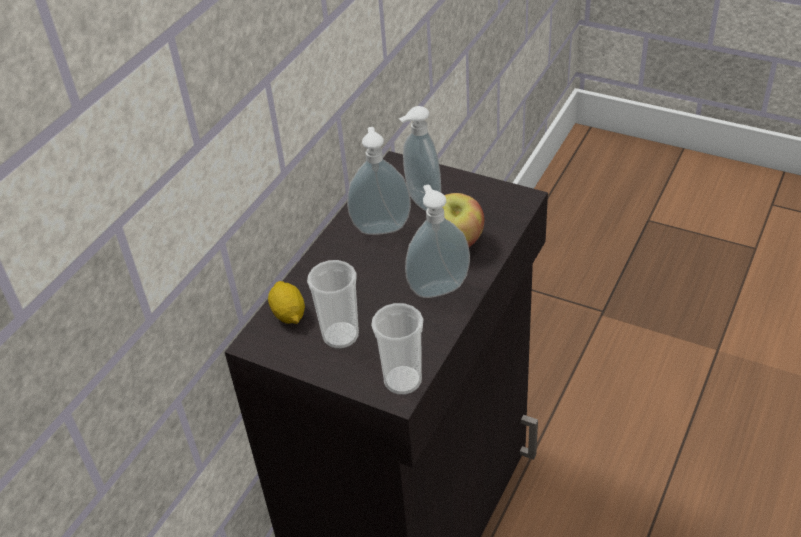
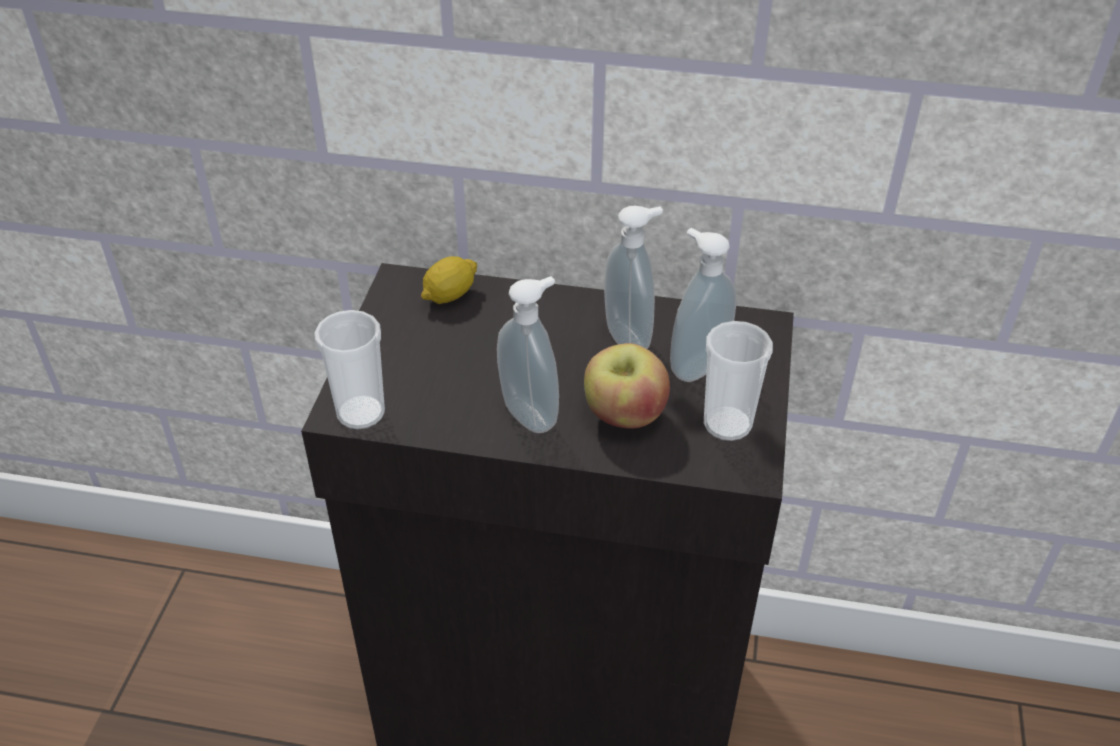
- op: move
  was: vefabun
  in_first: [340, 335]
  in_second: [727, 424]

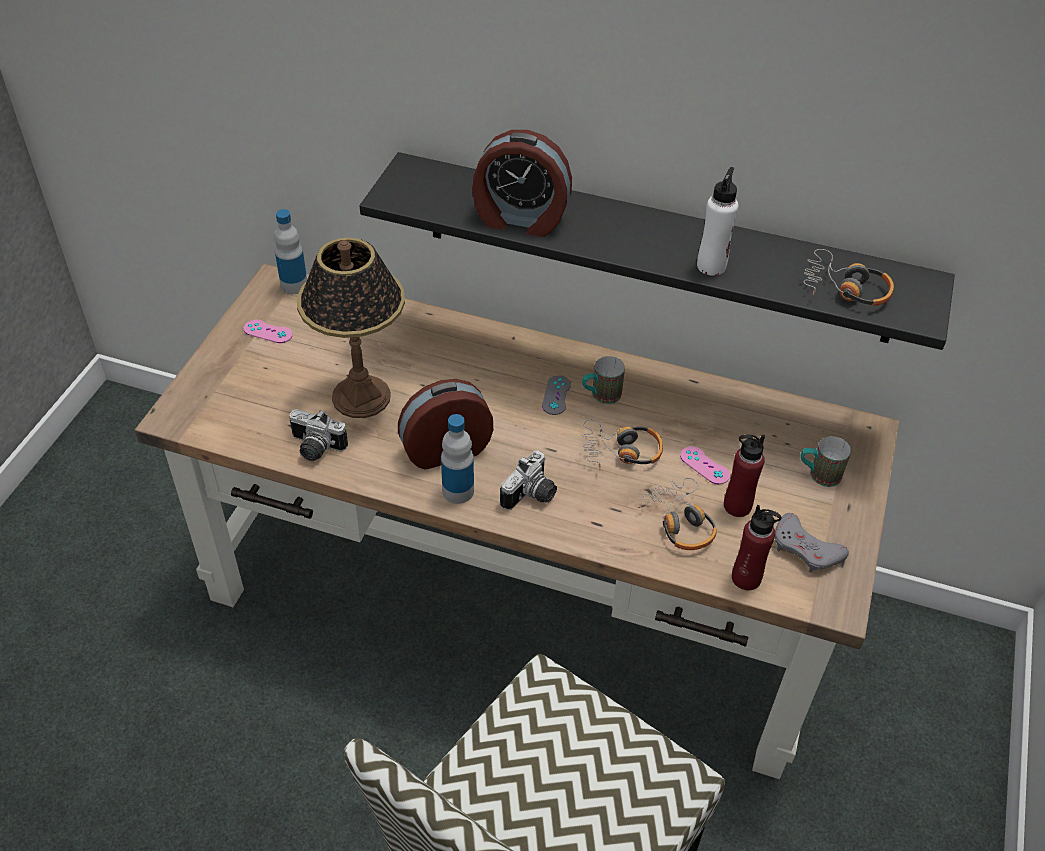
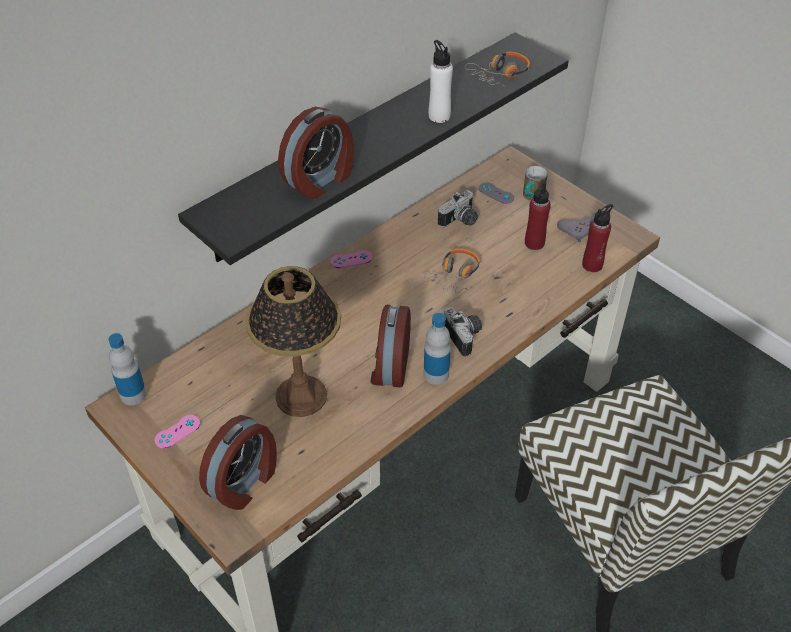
- op: delete
  was: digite
  in_first: [600, 396]
- op: delete
  was: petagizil
  in_first: [680, 521]
- op: insert
  now: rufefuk
  in_second: [244, 482]
- op: move
  was: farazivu
  in_first: [315, 448]
  in_second: [460, 221]
- op: move
  was: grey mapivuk
  in_first: [556, 395]
  in_second: [496, 193]
- op: move
  was: pink mapivuk
  in_first: [704, 465]
  in_second: [351, 259]

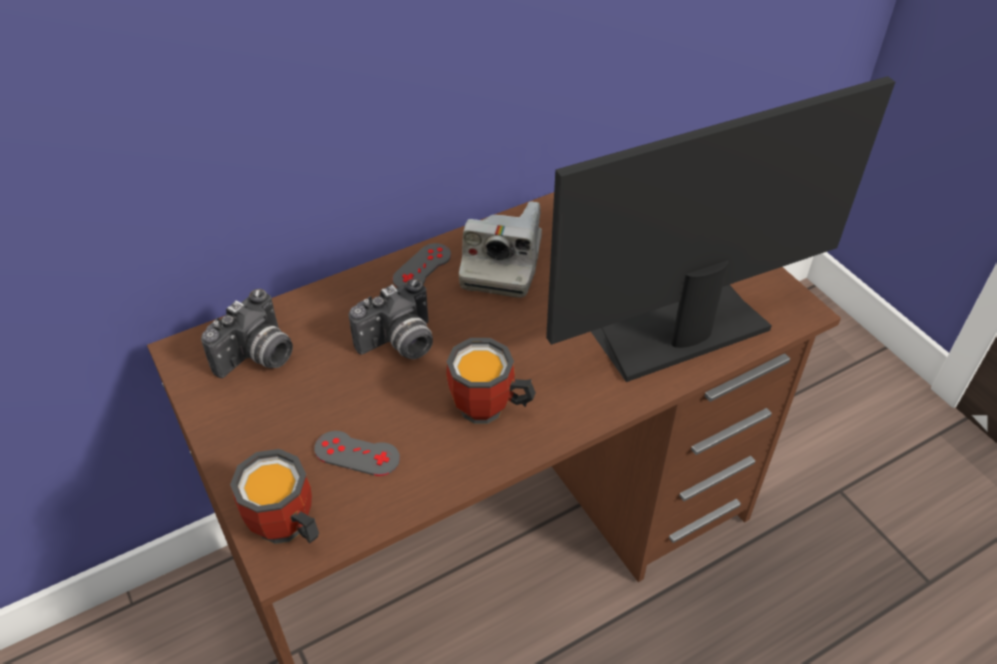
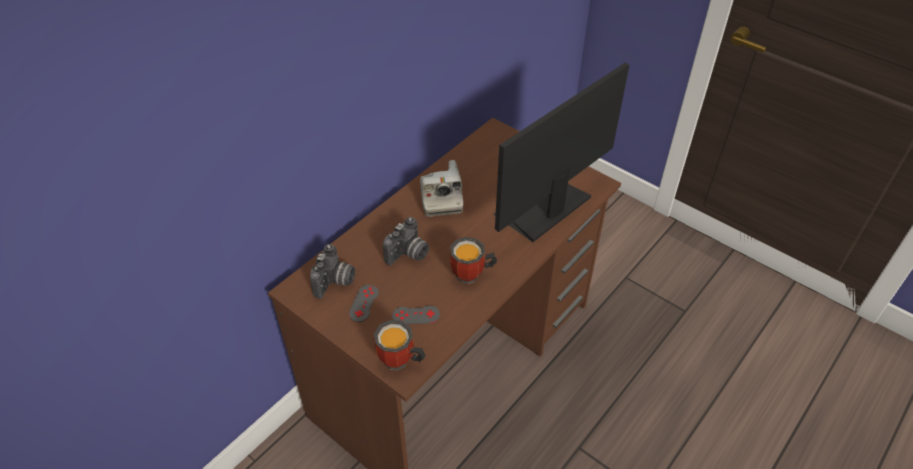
- op: move
  was: grey mapivuk
  in_first: [422, 267]
  in_second: [364, 303]

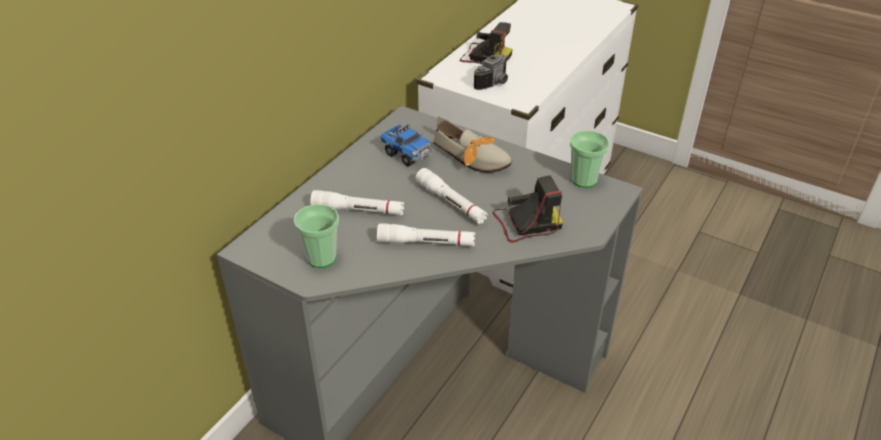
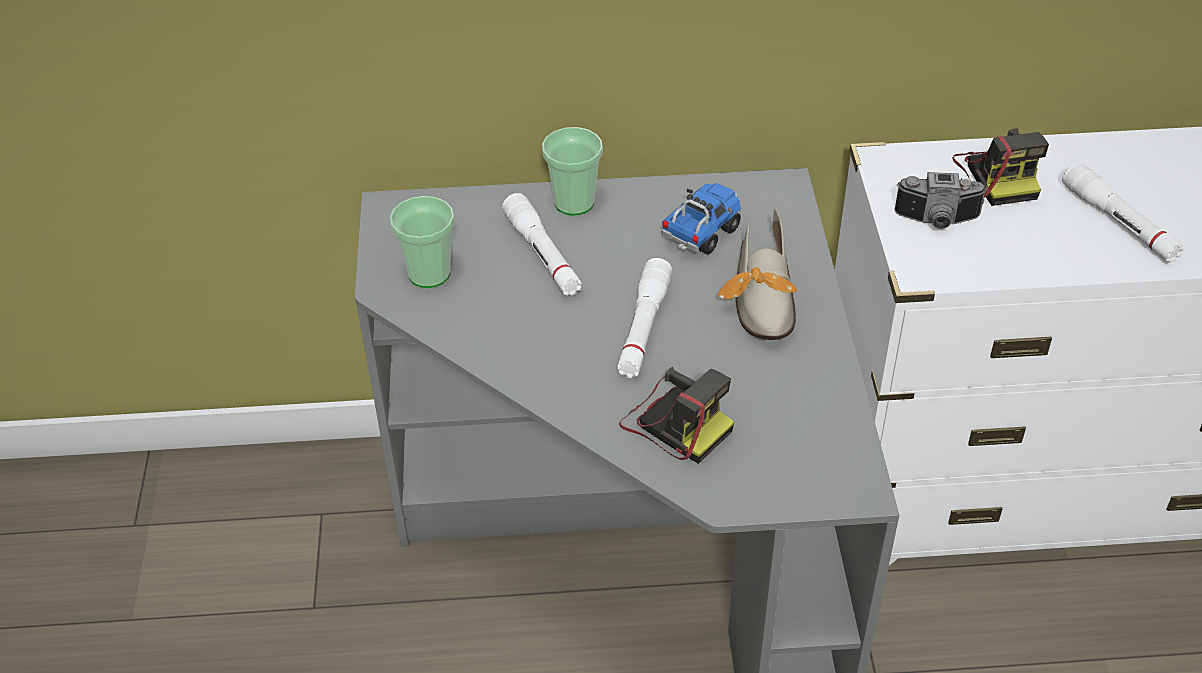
- op: move
  was: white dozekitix
  in_first: [426, 243]
  in_second: [1119, 223]
- op: move
  was: vefabun
  in_first: [584, 180]
  in_second: [574, 202]
- op: rotate
  was: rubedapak
  in_first: [407, 154]
  in_second: [702, 233]
  clockwise: -150

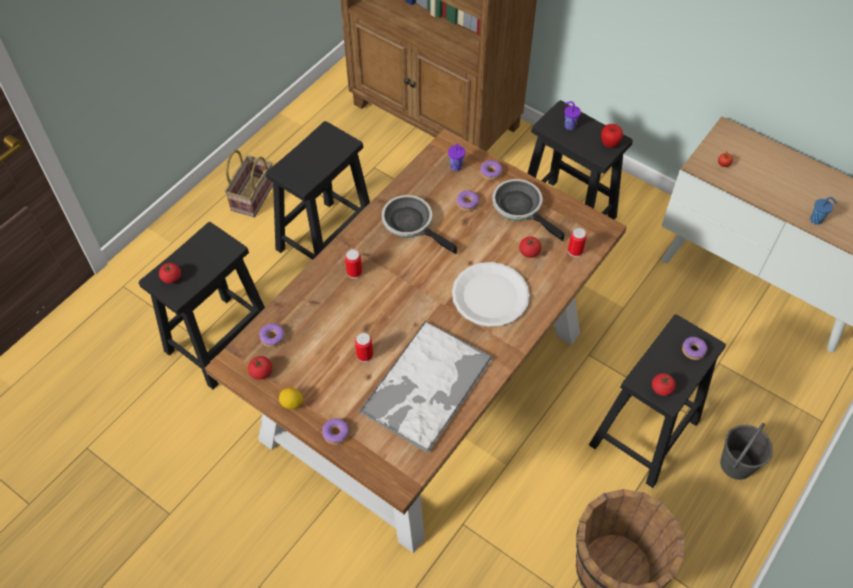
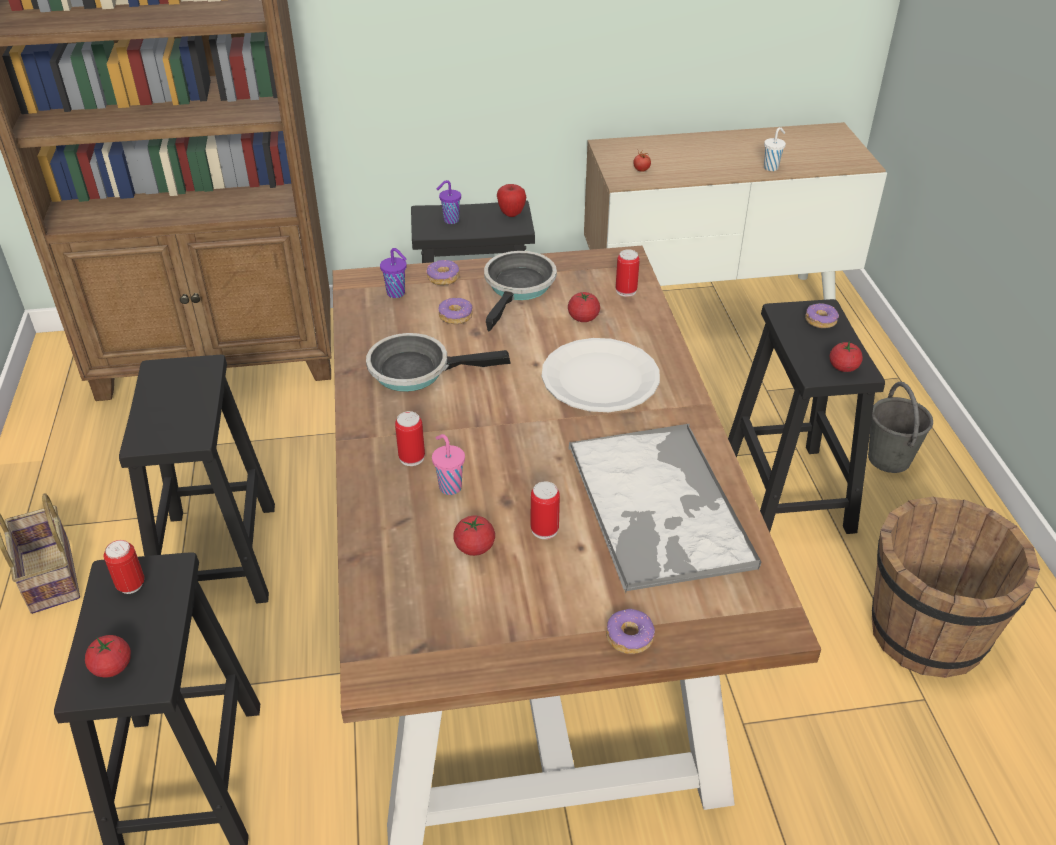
- op: delete
  was: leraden
  in_first: [273, 338]
- op: delete
  was: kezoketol
  in_first: [292, 403]
- op: insert
  now: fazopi
  in_second: [131, 585]
- op: insert
  now: pink vefabun
  in_second: [449, 486]
- op: move
  was: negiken
  in_first: [261, 372]
  in_second: [474, 547]
- op: recolor
  was: blue vefabun
  now: white vefabun
  in_first: [816, 220]
  in_second: [771, 168]
- op: rotate
  was: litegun
  in_first: [520, 208]
  in_second: [518, 288]
  clockwise: 105

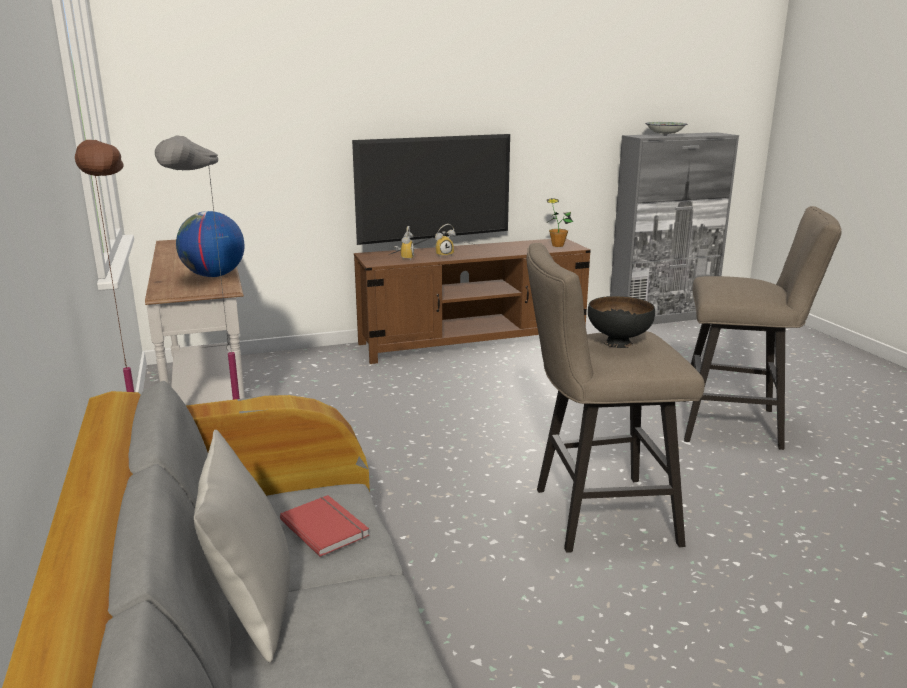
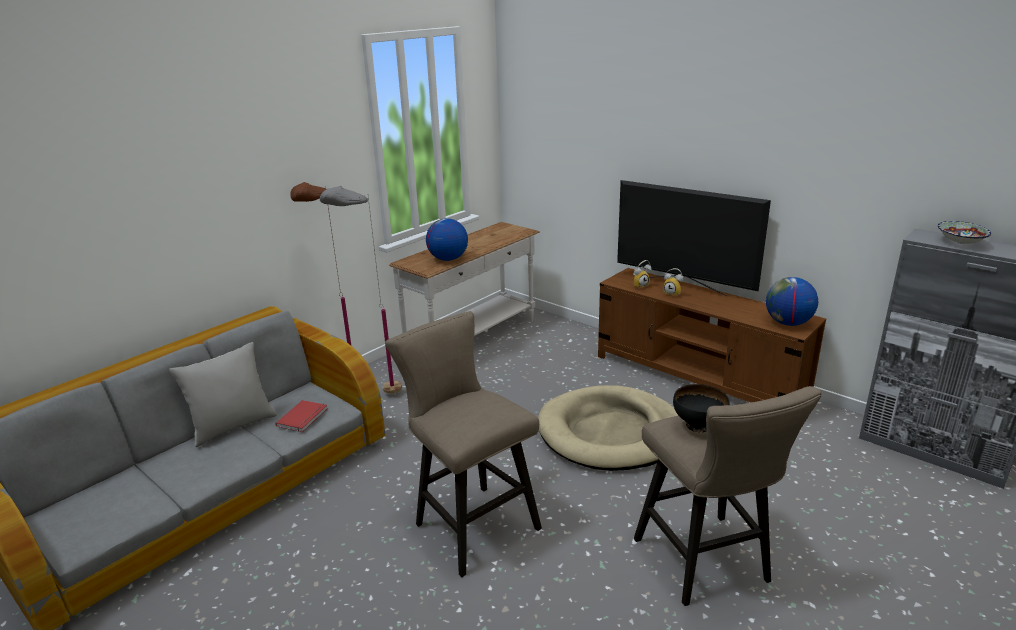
- op: insert
  now: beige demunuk
  in_second: [611, 433]
- op: move
  was: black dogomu
  in_first: [619, 343]
  in_second: [698, 426]
- op: replace
  was: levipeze
  now: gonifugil
  in_first: [557, 245]
  in_second: [788, 323]

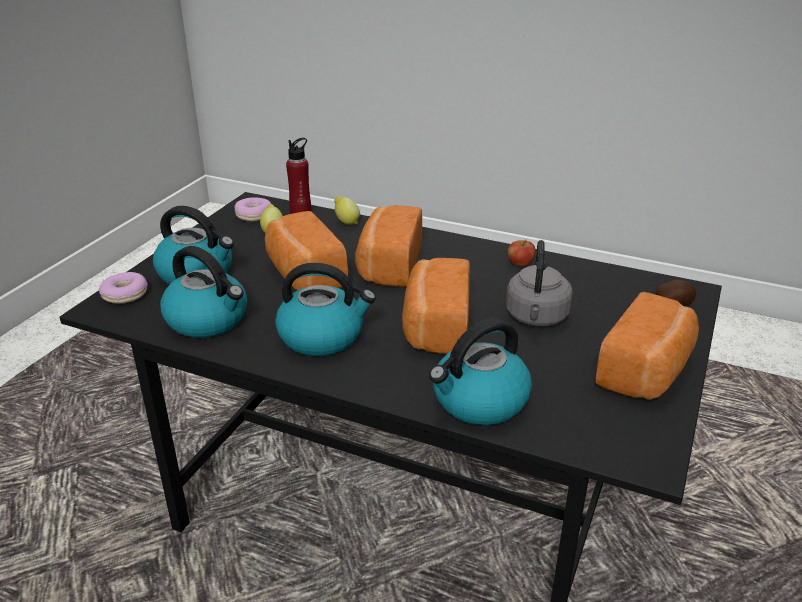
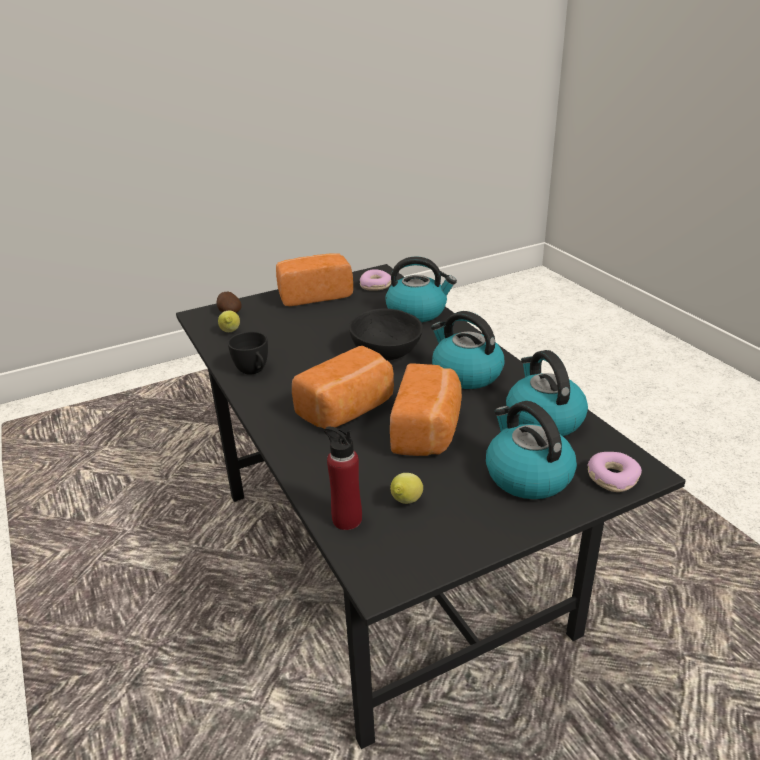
- op: delete
  was: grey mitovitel
  in_first: [536, 318]
- op: move
  was: leraden
  in_first: [254, 215]
  in_second: [376, 286]
- op: move
  was: kezoketol
  in_first: [346, 222]
  in_second: [230, 332]
- op: replace
  was: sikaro
  now: black dogomu
  in_first: [435, 327]
  in_second: [385, 352]
- op: replace
  was: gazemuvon
  now: black vefabun
  in_first: [520, 264]
  in_second: [254, 371]

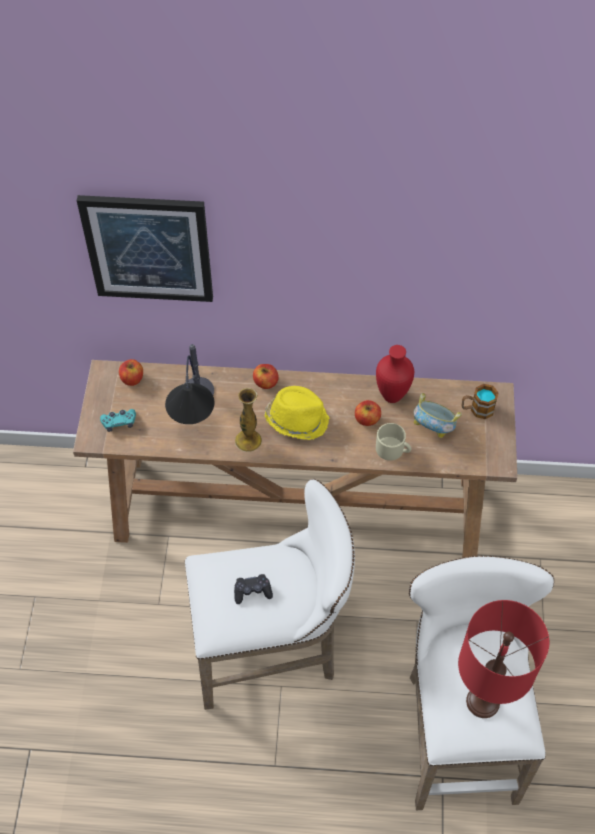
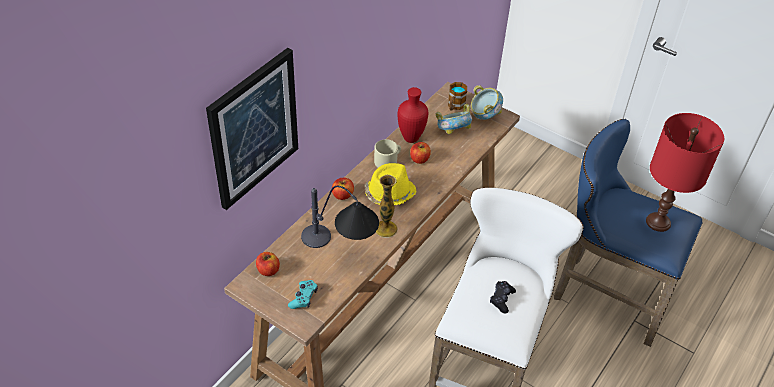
- op: insert
  now: dogomu
  in_second: [484, 115]
- op: move
  was: beige digite
  in_first: [393, 450]
  in_second: [388, 160]
- op: recolor
  was: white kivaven
  now: blue kivaven
  in_first: [457, 729]
  in_second: [605, 294]

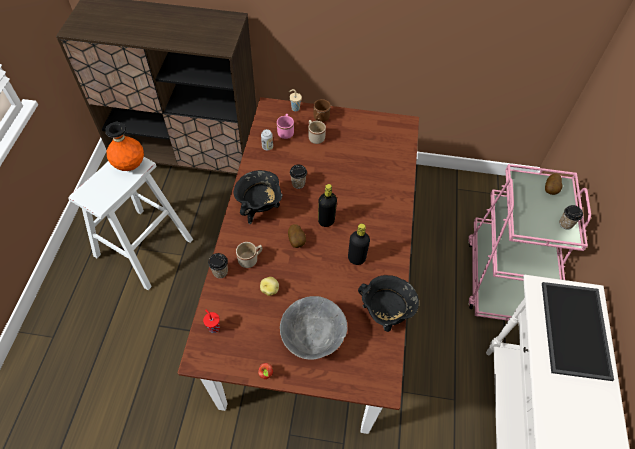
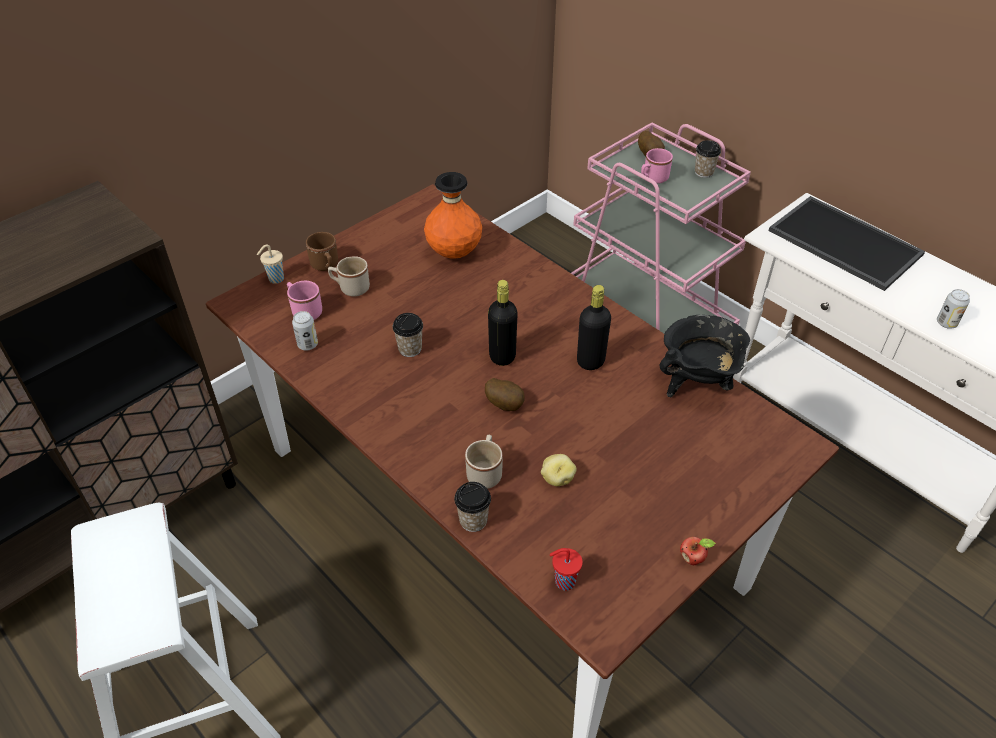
- op: delete
  was: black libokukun
  in_first: [260, 209]
- op: delete
  was: grey dogomu
  in_first: [313, 338]
- op: insert
  now: pink digite
  in_second: [652, 179]
- op: insert
  now: fazopi
  in_second: [946, 323]
- op: move
  was: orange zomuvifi
  in_first: [130, 165]
  in_second: [454, 253]

